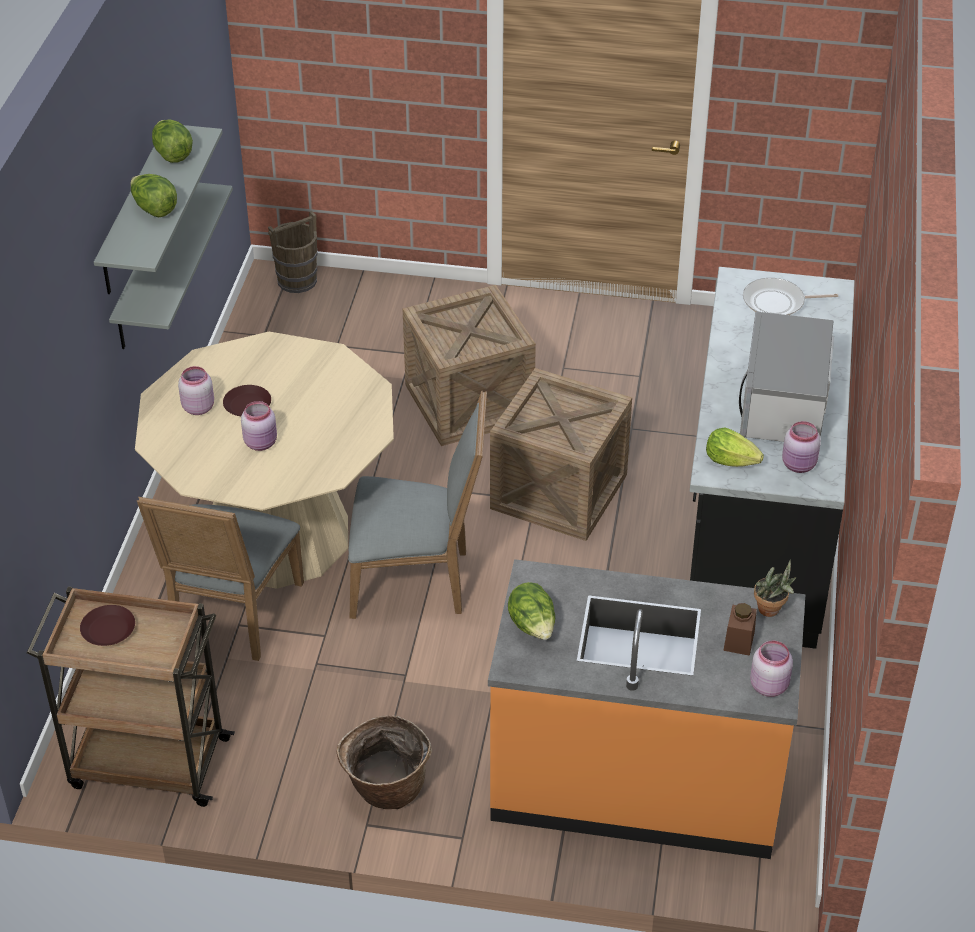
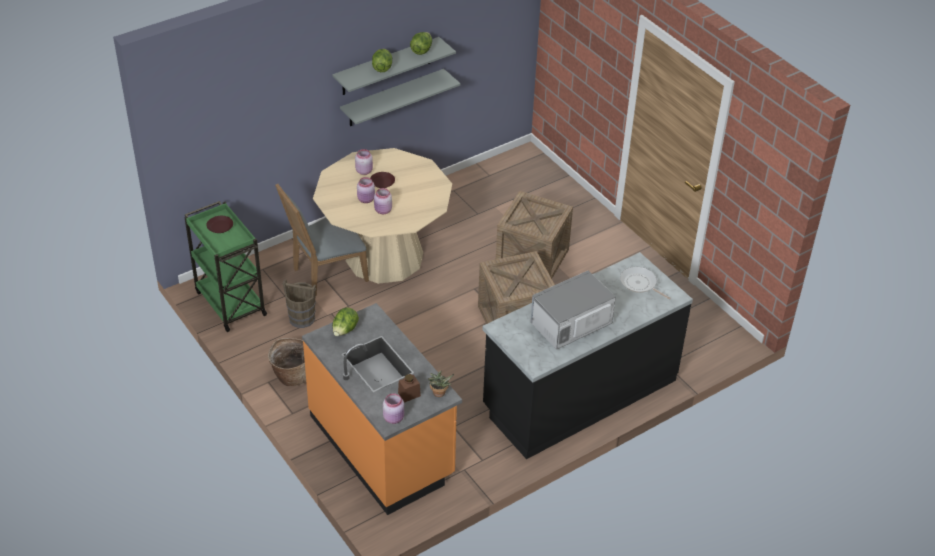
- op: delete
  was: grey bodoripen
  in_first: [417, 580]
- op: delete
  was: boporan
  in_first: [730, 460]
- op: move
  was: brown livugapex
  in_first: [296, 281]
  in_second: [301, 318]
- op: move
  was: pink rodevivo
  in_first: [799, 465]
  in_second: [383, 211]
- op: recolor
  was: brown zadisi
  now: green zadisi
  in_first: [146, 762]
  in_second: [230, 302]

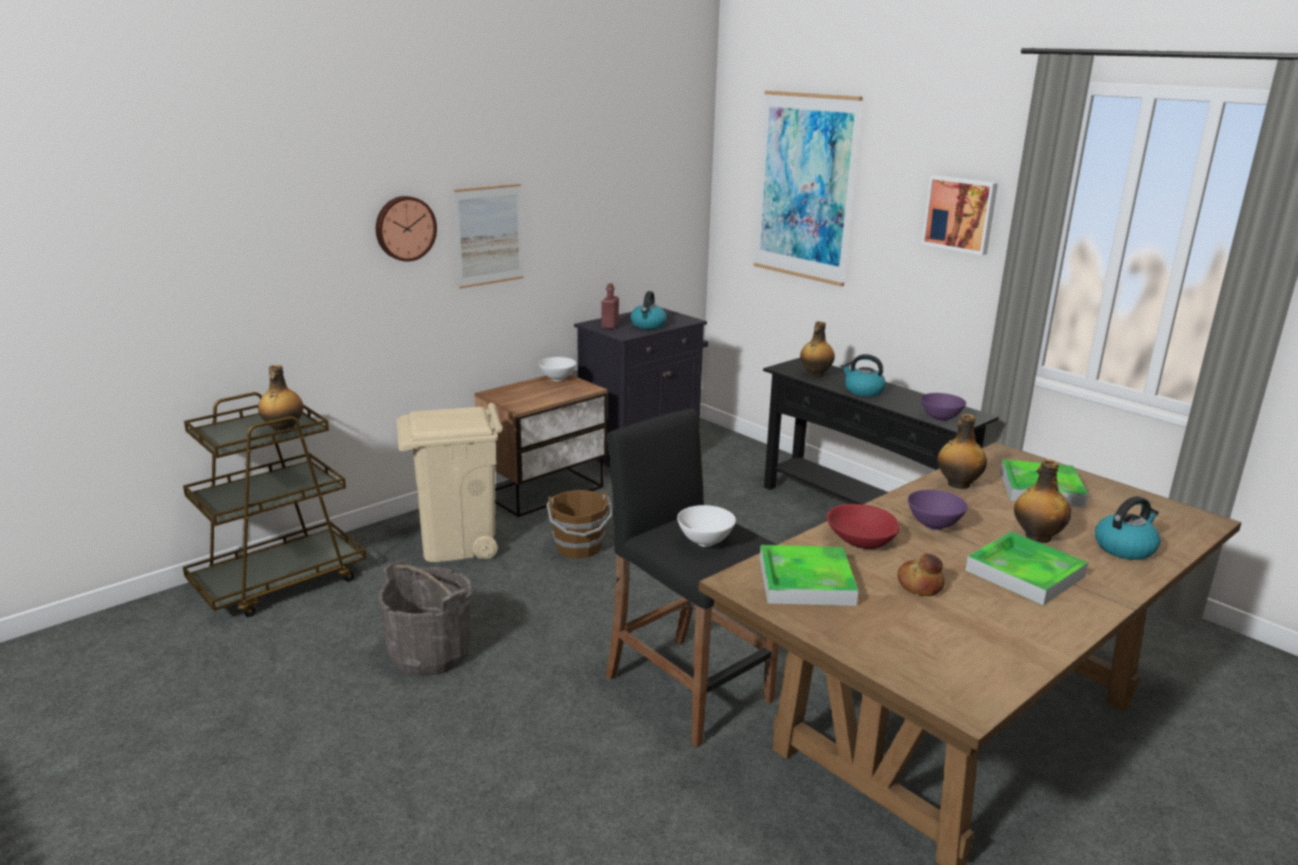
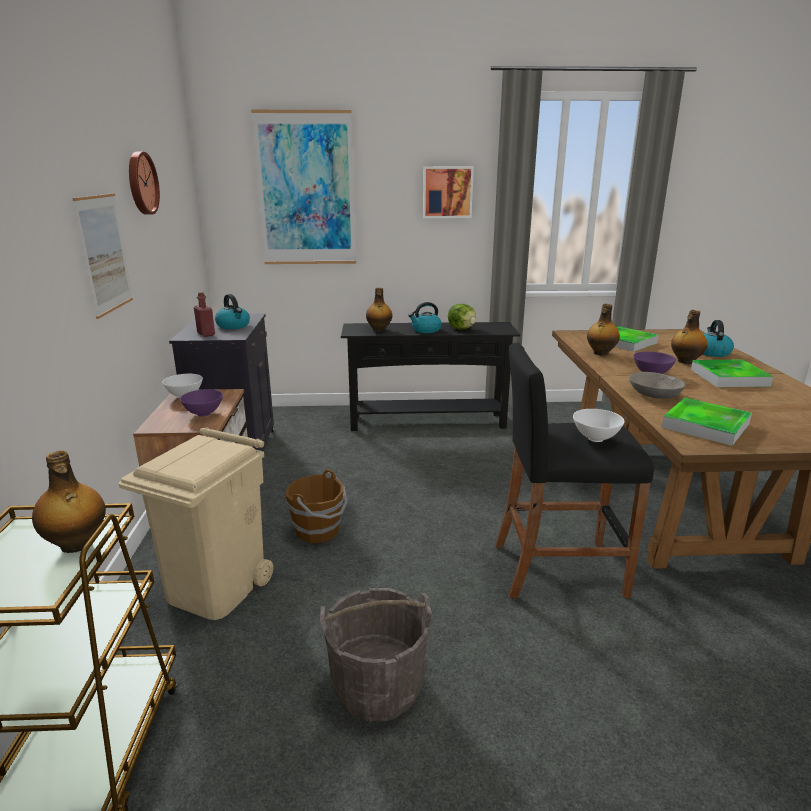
- op: delete
  was: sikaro
  in_first: [920, 585]
- op: insert
  now: boporan
  in_second: [462, 329]
- op: move
  was: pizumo
  in_first: [404, 228]
  in_second: [141, 183]
- op: move
  was: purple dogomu
  in_first: [940, 419]
  in_second: [204, 414]
- op: recolor
  was: red dogomu
  now: grey dogomu
  in_first: [860, 539]
  in_second: [654, 394]

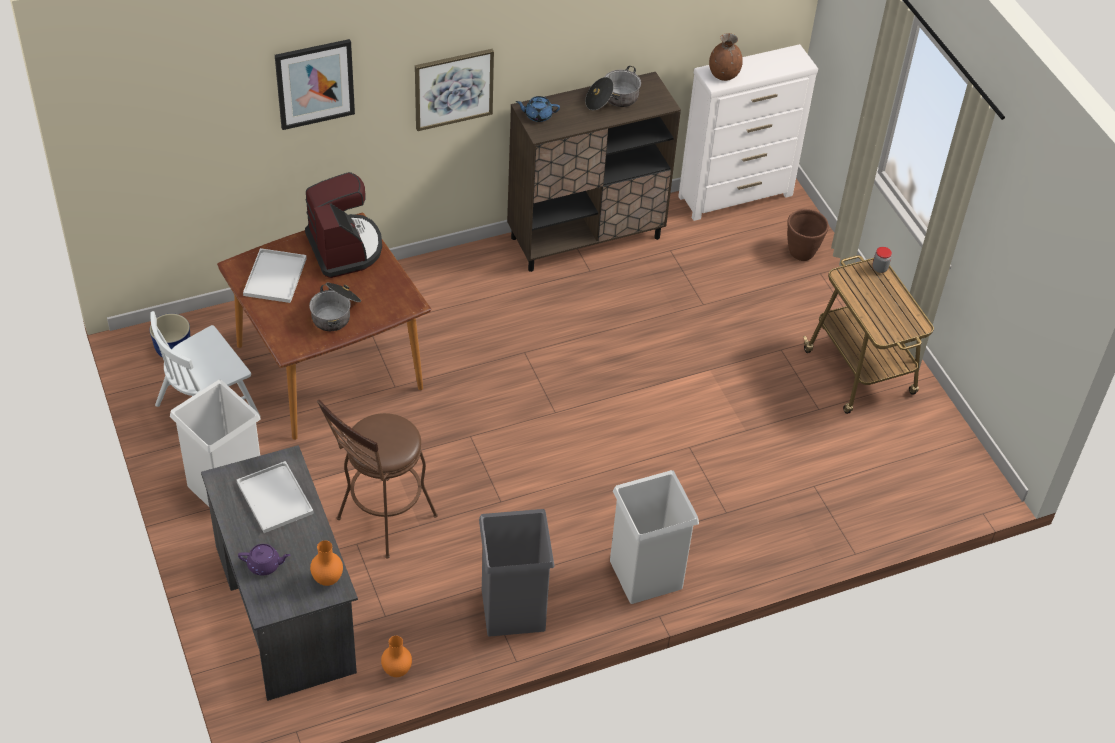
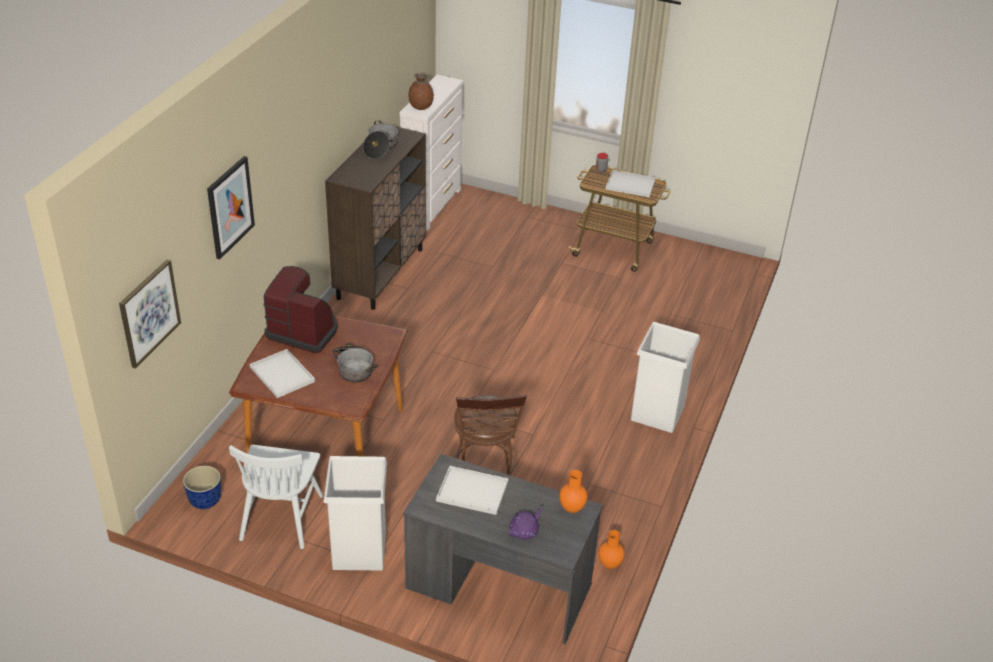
- op: delete
  was: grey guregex
  in_first: [512, 609]
- op: delete
  was: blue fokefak
  in_first: [538, 115]
- op: delete
  was: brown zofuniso
  in_first: [802, 253]
- op: insert
  now: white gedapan
  in_second: [631, 184]
- op: move
  was: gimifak
  in_first: [453, 88]
  in_second: [149, 313]

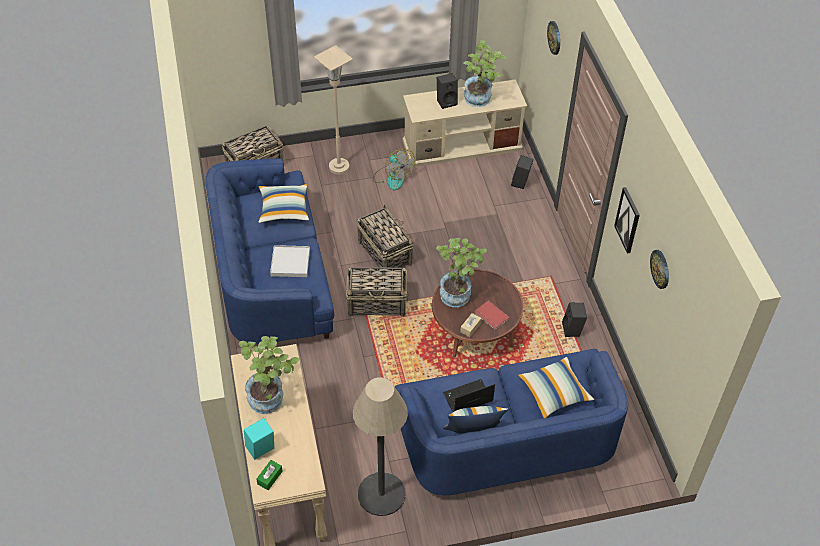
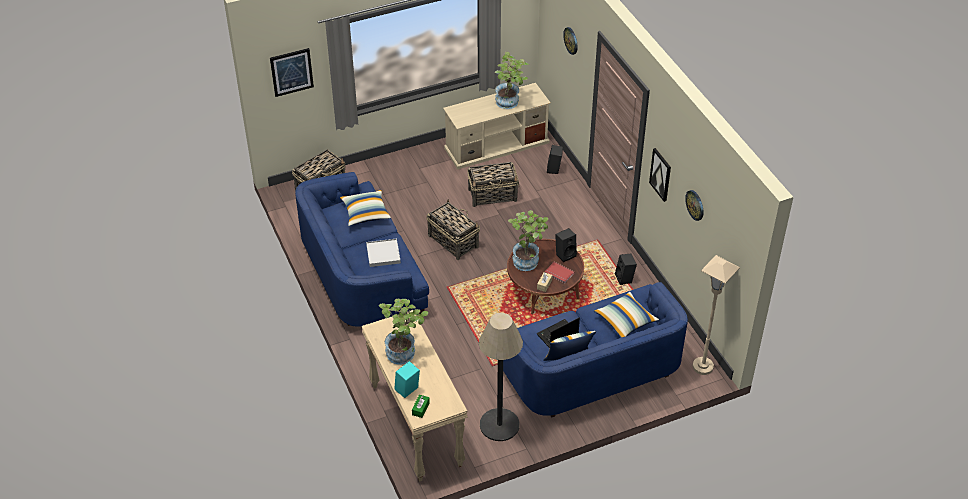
- op: delete
  was: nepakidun
  in_first: [392, 177]
- op: insert
  now: gimifak
  in_second: [291, 72]
- op: move
  was: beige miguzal
  in_first: [339, 167]
  in_second: [703, 366]
- op: move
  was: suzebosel
  in_first: [377, 303]
  in_second: [493, 195]
- op: move
  was: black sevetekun
  in_first: [447, 101]
  in_second: [565, 254]

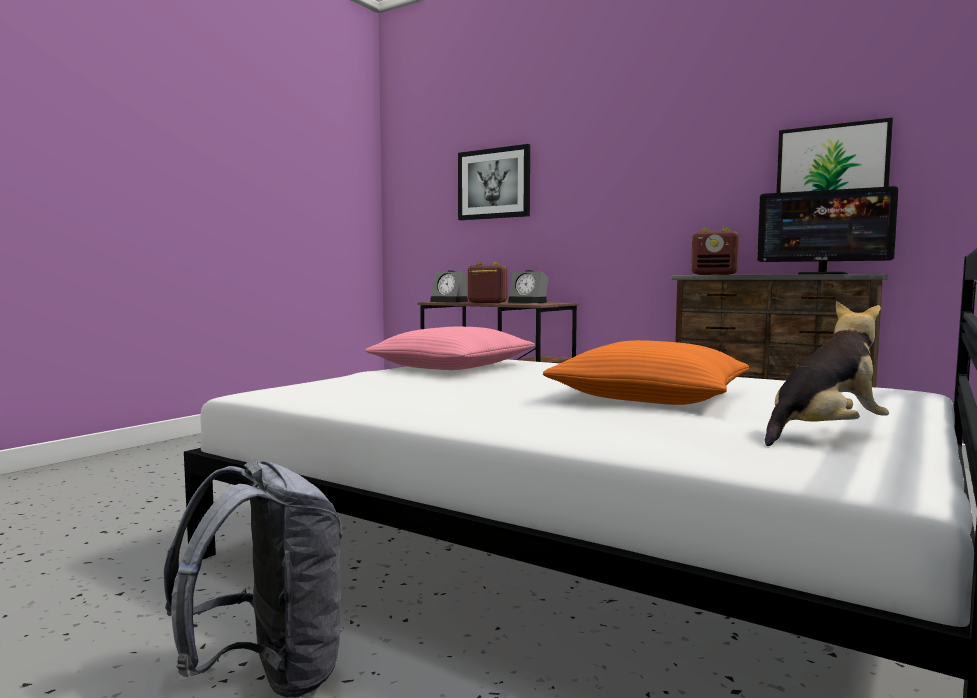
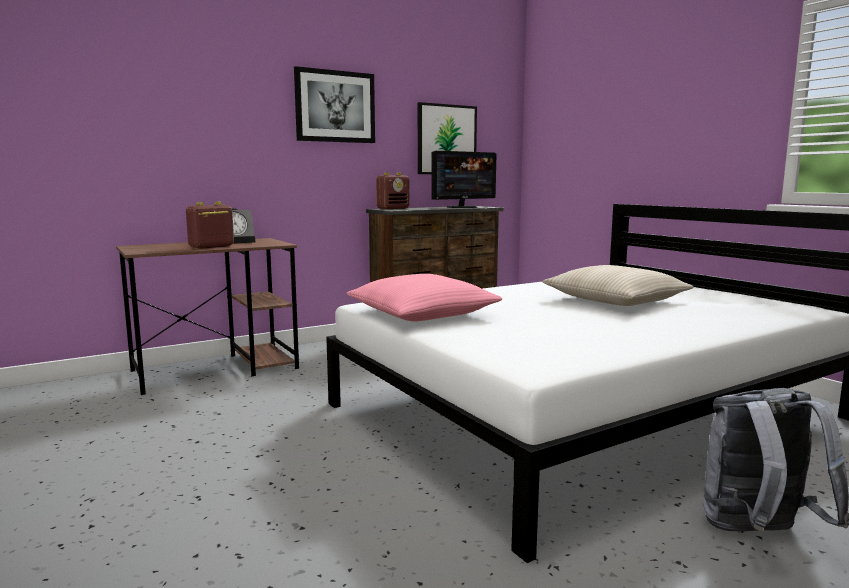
- op: delete
  was: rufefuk
  in_first: [451, 301]
- op: delete
  was: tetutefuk
  in_first: [824, 434]
- op: move
  was: gimifak
  in_first: [494, 183]
  in_second: [335, 106]
- op: recolor
  was: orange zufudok
  now: beige zufudok
  in_first: [651, 396]
  in_second: [615, 300]

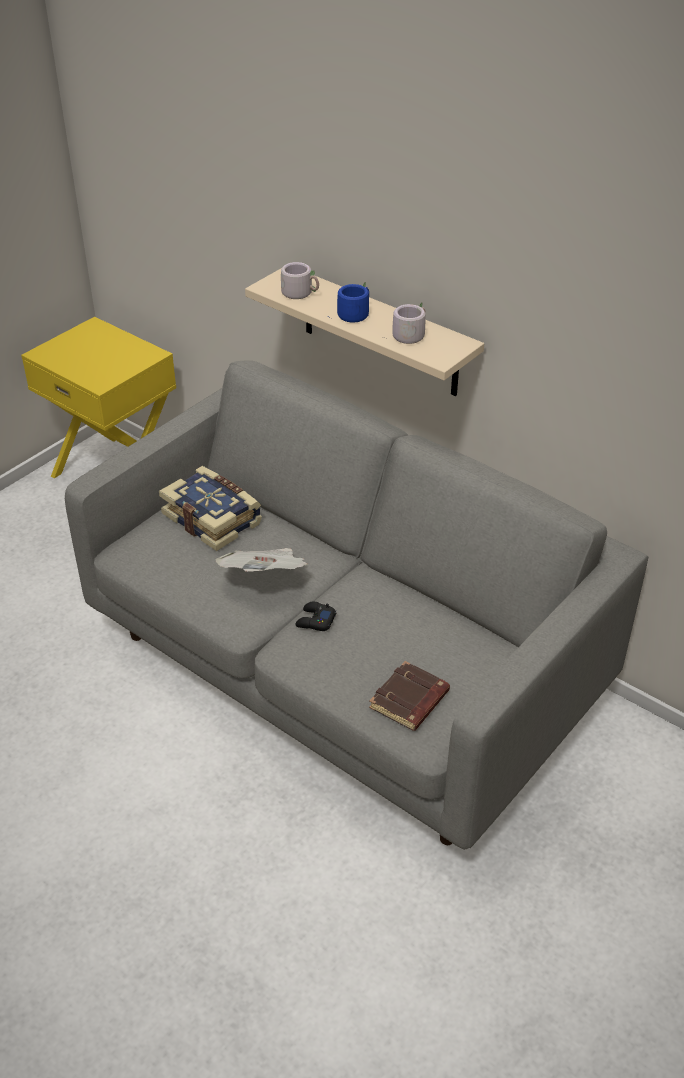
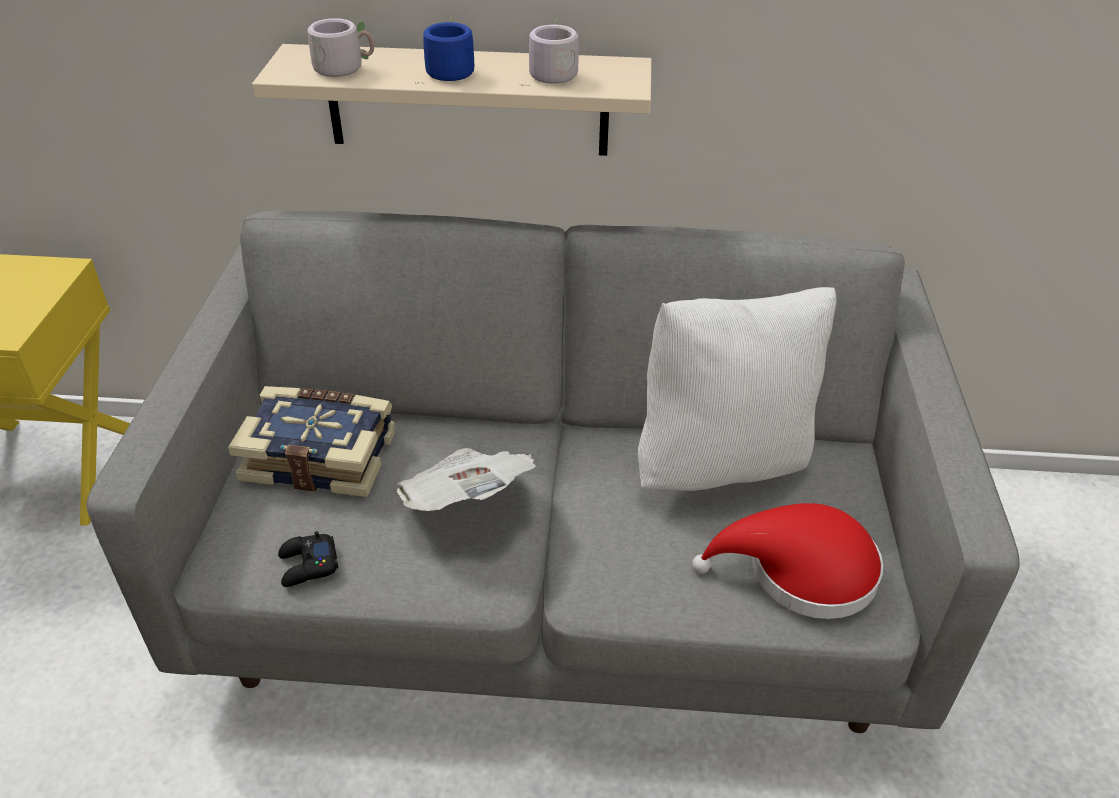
- op: insert
  now: white zufudok
  in_second: [722, 463]
- op: move
  was: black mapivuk
  in_first: [315, 621]
  in_second: [308, 565]
- op: replace
  was: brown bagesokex
  now: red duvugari
  in_first: [410, 701]
  in_second: [801, 571]

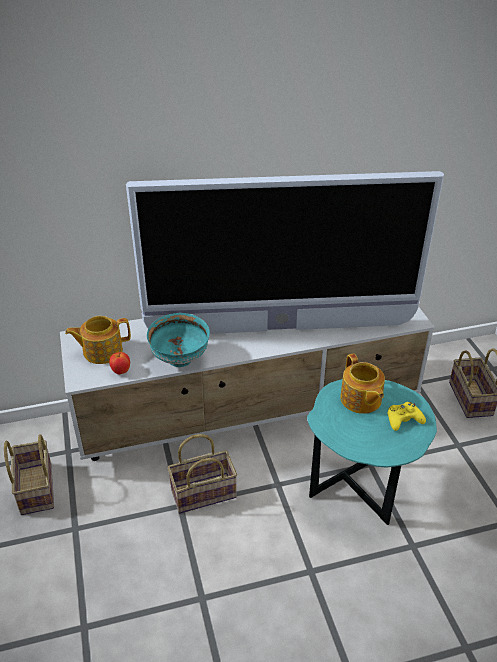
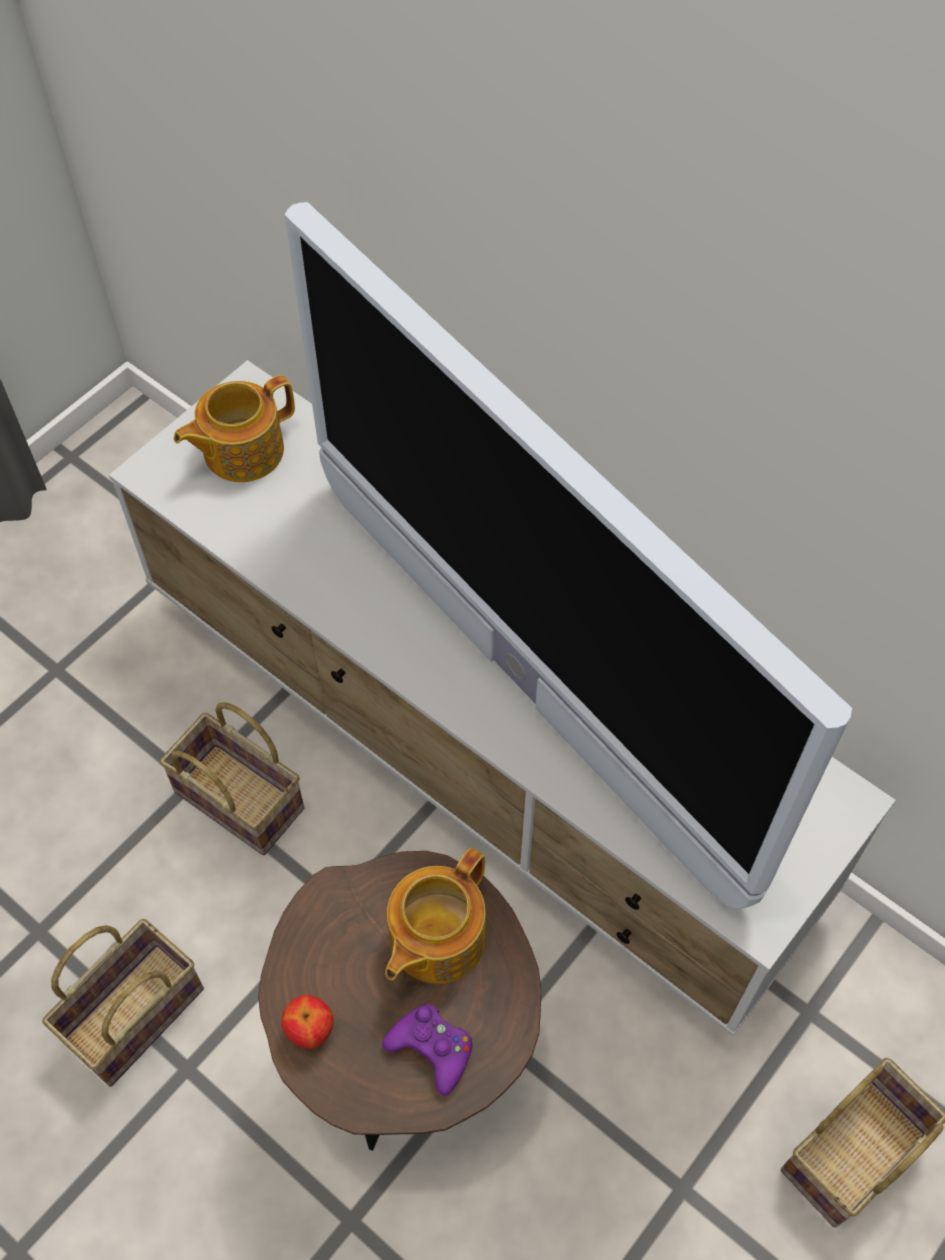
- op: delete
  was: turquoise dogomu
  in_first: [181, 360]
- op: move
  was: suzebosel
  in_first: [35, 488]
  in_second: [135, 1010]
- op: move
  was: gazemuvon
  in_first: [121, 371]
  in_second: [310, 1030]
- op: recolor
  was: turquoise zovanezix
  now: brown zovanezix
  in_first: [360, 495]
  in_second: [410, 1061]
- op: recolor
  was: yellow mapivuk
  now: purple mapivuk
  in_first: [403, 420]
  in_second: [432, 1049]
- op: rotate
  was: fokefak
  in_first: [101, 351]
  in_second: [241, 451]
  clockwise: -75

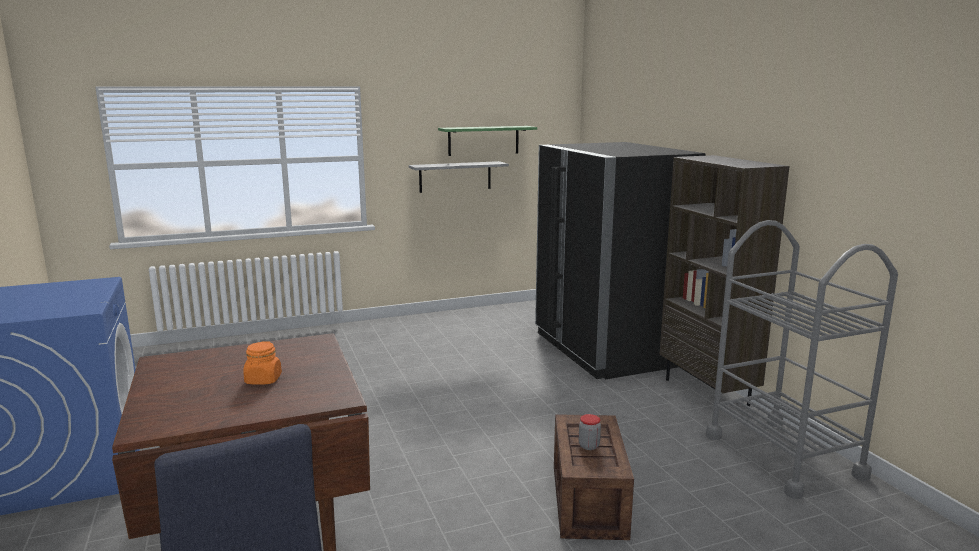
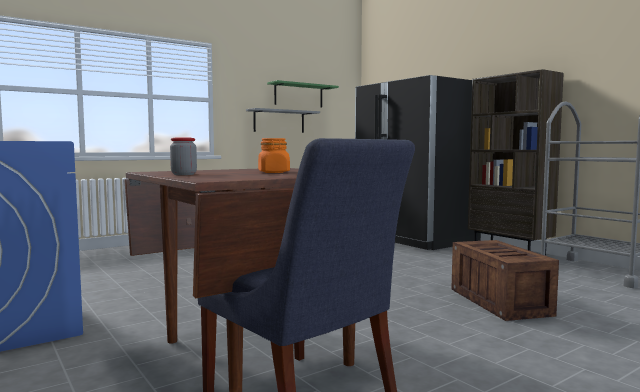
- op: move
  was: rodevivo
  in_first: [589, 446]
  in_second: [184, 174]

